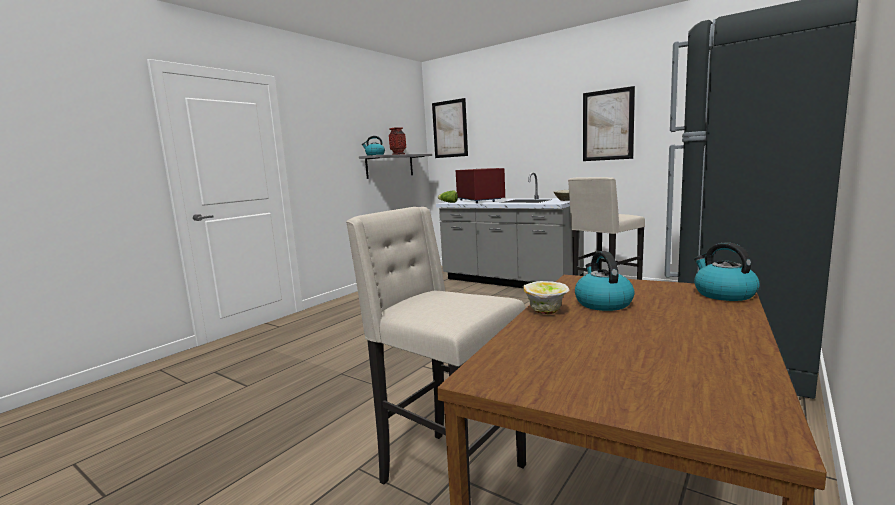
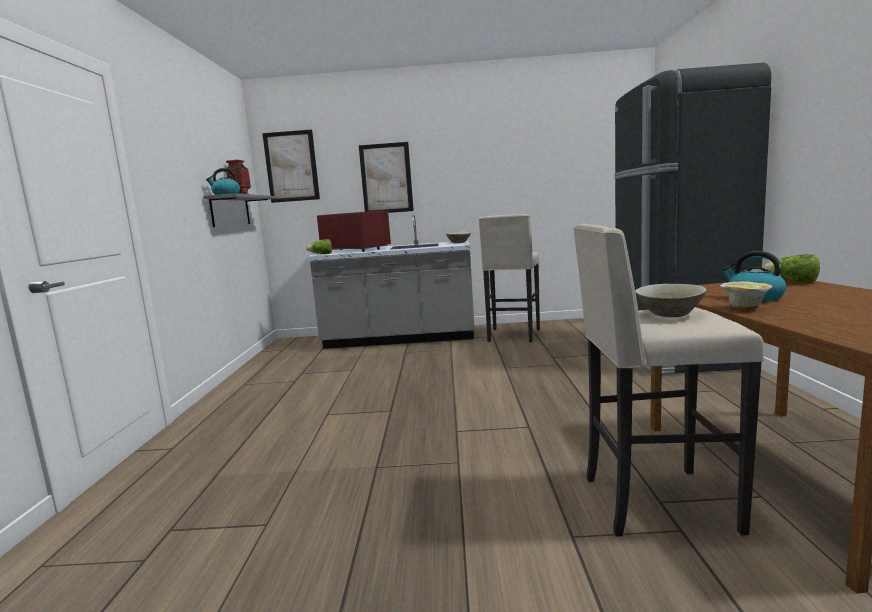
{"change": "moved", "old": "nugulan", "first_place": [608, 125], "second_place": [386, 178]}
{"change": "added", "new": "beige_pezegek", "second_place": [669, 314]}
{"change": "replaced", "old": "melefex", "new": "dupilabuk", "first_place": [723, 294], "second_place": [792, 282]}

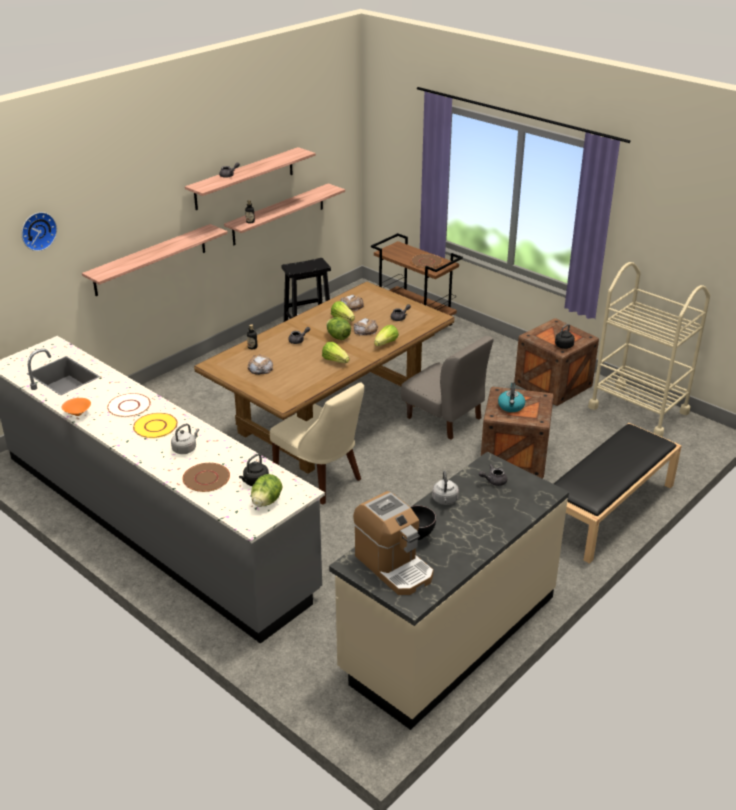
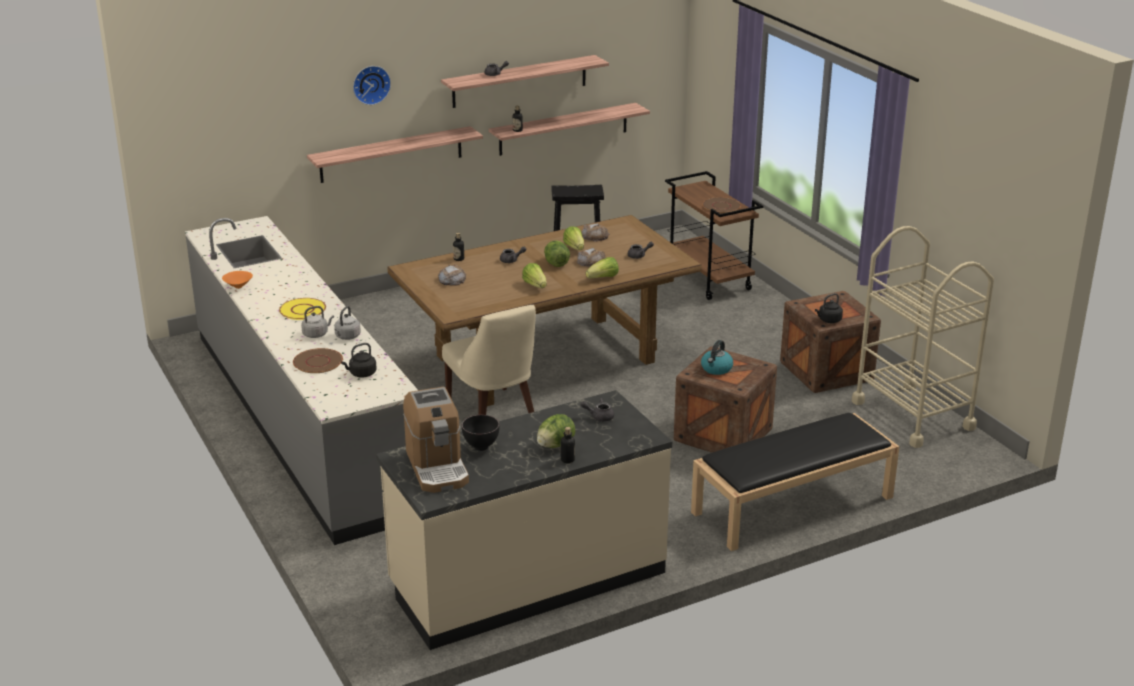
{"change": "moved", "old": "grey_melefex", "first_place": [445, 500], "second_place": [347, 337]}
{"change": "moved", "old": "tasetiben", "first_place": [37, 230], "second_place": [370, 84]}
{"change": "moved", "old": "dupilabuk", "first_place": [266, 501], "second_place": [555, 445]}
{"change": "added", "new": "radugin", "second_place": [567, 460]}
{"change": "removed", "old": "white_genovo", "first_place": [128, 406]}
{"change": "removed", "old": "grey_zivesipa", "first_place": [444, 418]}

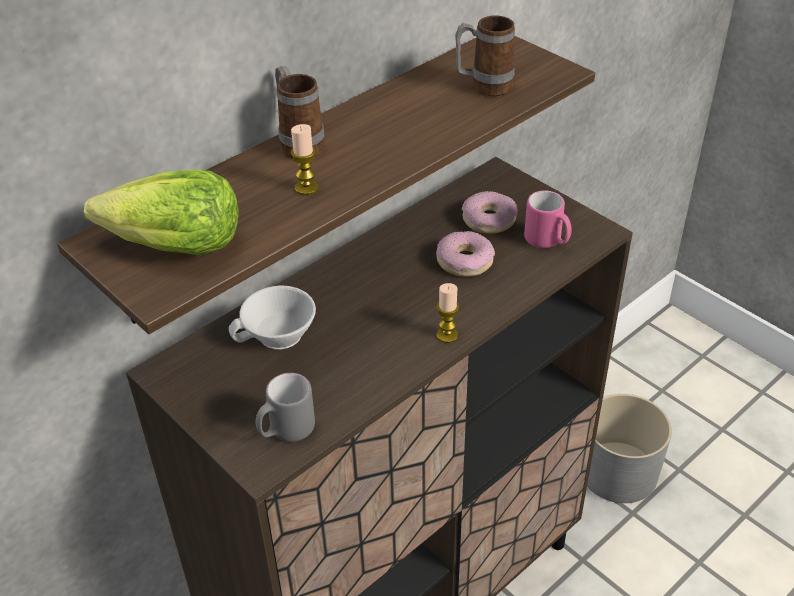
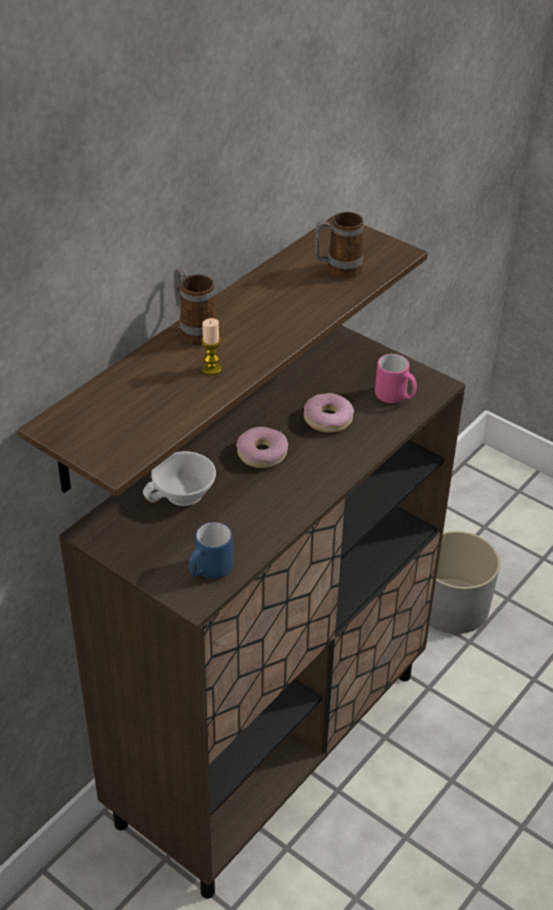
{"change": "recoloured", "old": "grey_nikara", "new": "blue_nikara", "first_place": [286, 431], "second_place": [209, 571]}
{"change": "moved", "old": "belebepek", "first_place": [489, 219], "second_place": [262, 453]}
{"change": "removed", "old": "dupilabuk", "first_place": [175, 247]}
{"change": "removed", "old": "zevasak", "first_place": [447, 335]}

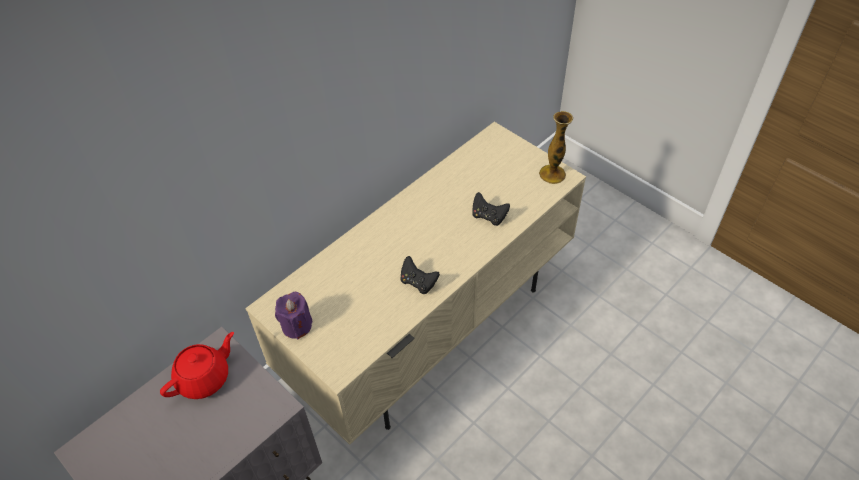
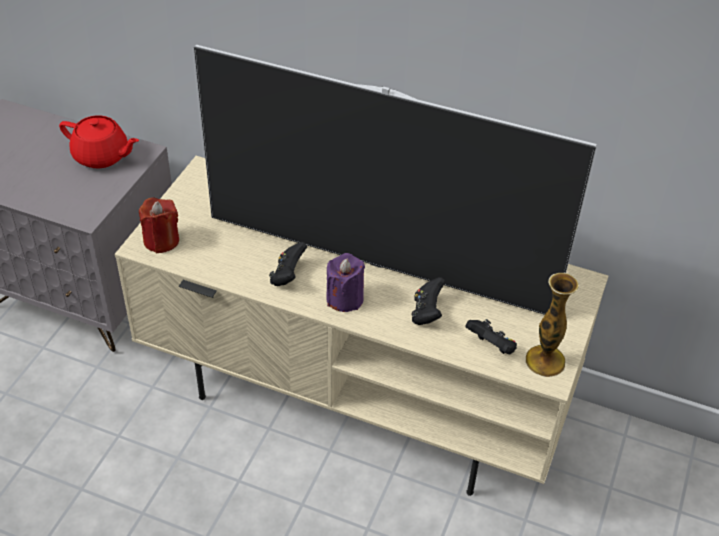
{"change": "added", "new": "red_zevasak", "second_place": [161, 241]}
{"change": "added", "new": "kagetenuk", "second_place": [377, 264]}
{"change": "moved", "old": "purple_zevasak", "first_place": [296, 326], "second_place": [345, 298]}
{"change": "added", "new": "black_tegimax", "second_place": [491, 347]}

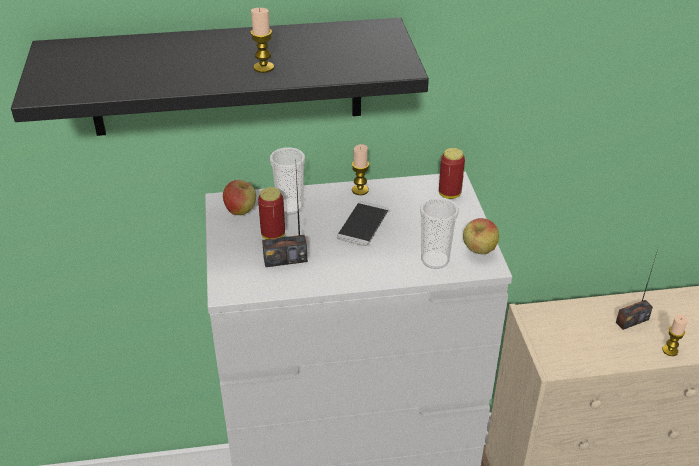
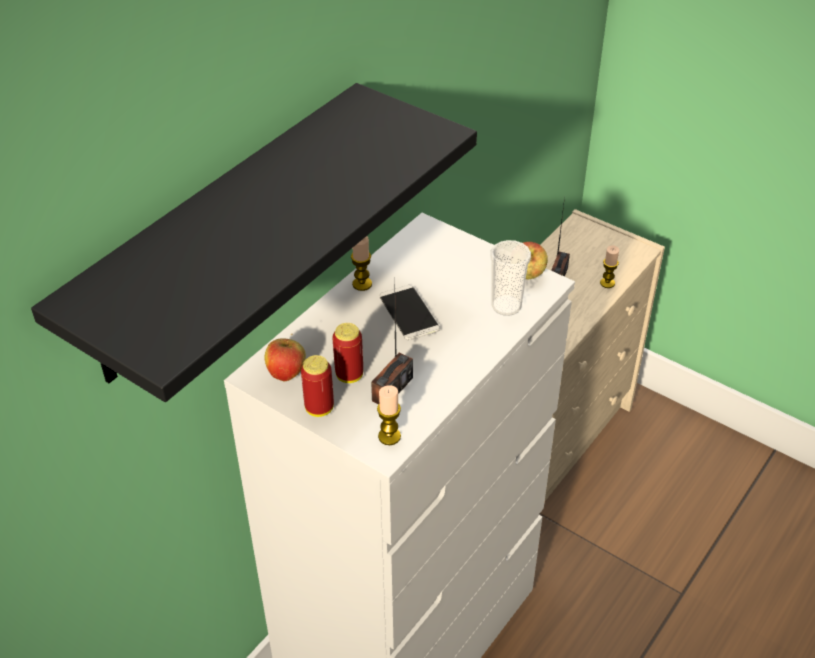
{"change": "moved", "old": "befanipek", "first_place": [449, 194], "second_place": [319, 408]}
{"change": "moved", "old": "zevasak", "first_place": [263, 68], "second_place": [389, 436]}
{"change": "removed", "old": "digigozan", "first_place": [290, 206]}

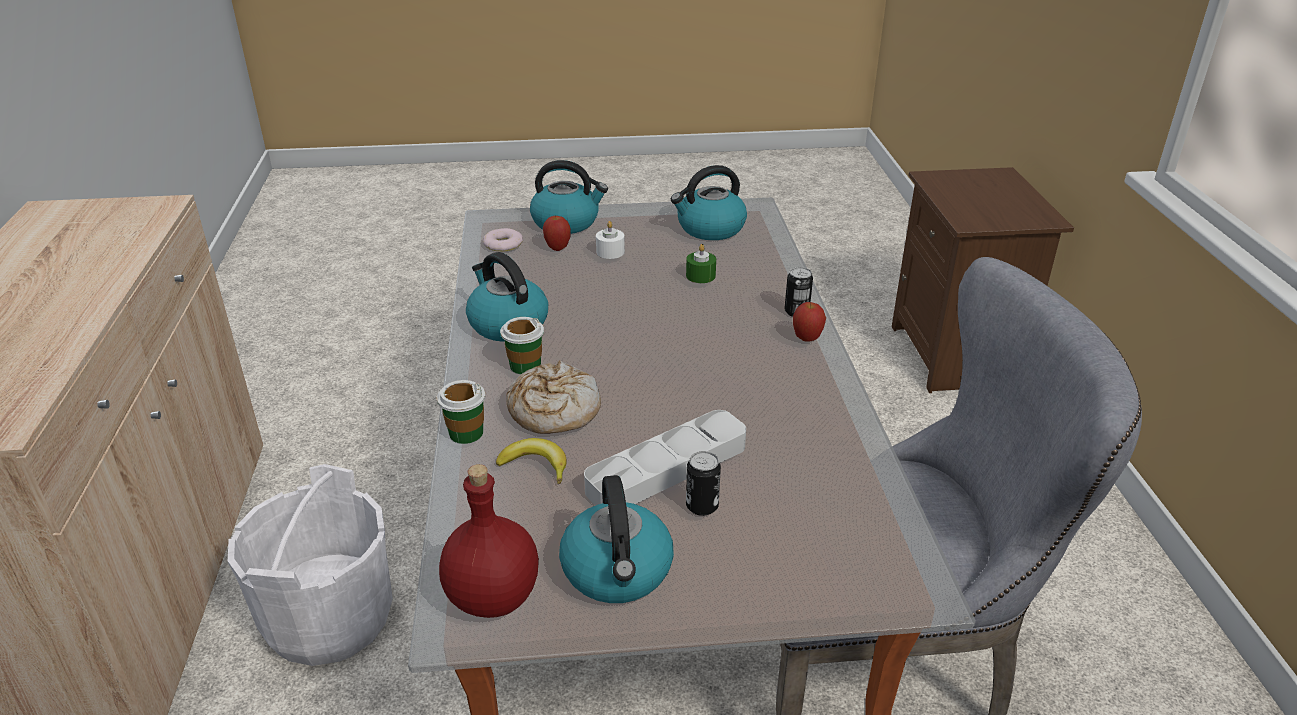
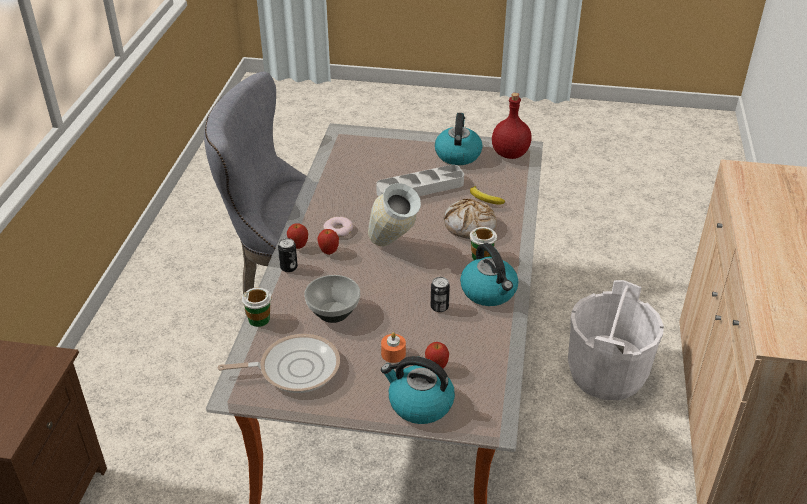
{"change": "replaced", "old": "melefex", "new": "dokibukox", "first_place": [710, 228], "second_place": [295, 368]}
{"change": "moved", "old": "digigozan", "first_place": [466, 433], "second_place": [259, 319]}
{"change": "replaced", "old": "green_zevasak", "new": "pezegek", "first_place": [700, 276], "second_place": [334, 313]}
{"change": "added", "new": "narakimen", "second_place": [329, 252]}
{"change": "moved", "old": "belebepek", "first_place": [503, 244], "second_place": [338, 230]}
{"change": "added", "new": "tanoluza", "second_place": [393, 250]}
{"change": "recoloured", "old": "white_zevasak", "new": "orange_zevasak", "first_place": [610, 252], "second_place": [393, 354]}
{"change": "moved", "old": "befanipek", "first_place": [702, 506], "second_place": [439, 307]}

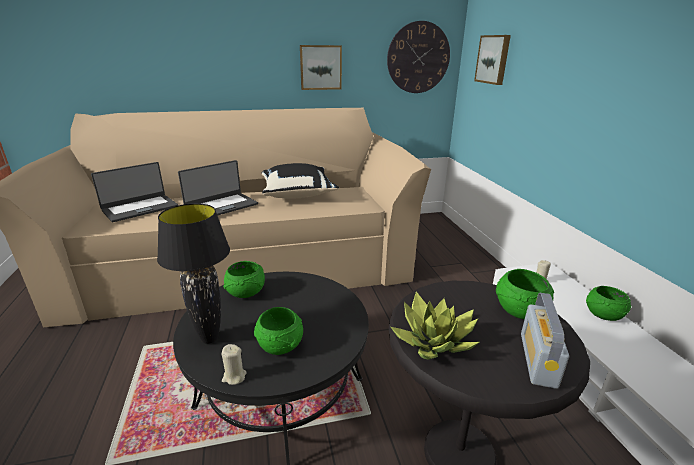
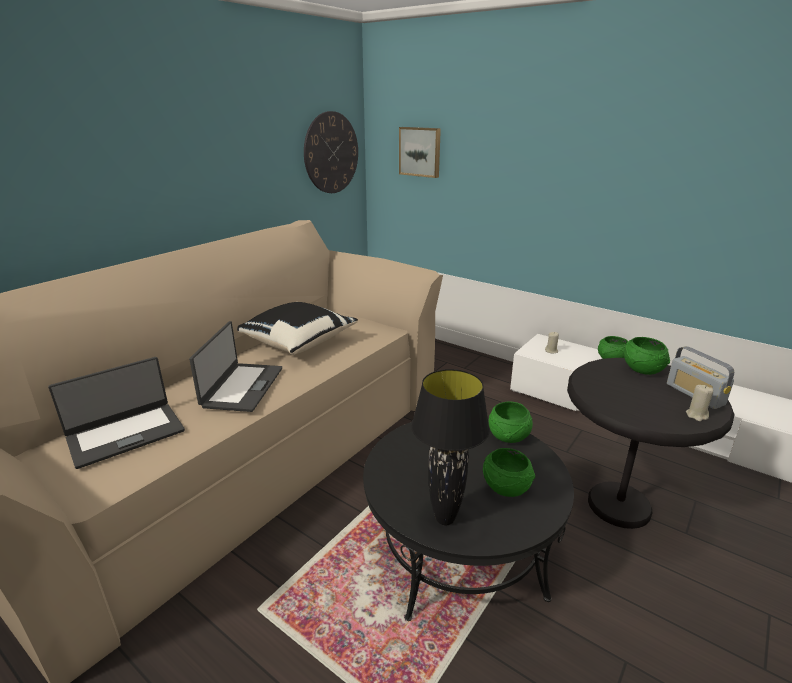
{"change": "turned", "old": "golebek", "first_place": [140, 208], "second_place": [125, 434], "degrees": 45}
{"change": "moved", "old": "green_pezegek", "first_place": [246, 292], "second_place": [509, 436]}
{"change": "moved", "old": "beige_zevasak", "first_place": [234, 377], "second_place": [697, 415]}
{"change": "removed", "old": "nugulan", "first_place": [320, 67]}
{"change": "removed", "old": "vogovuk", "first_place": [434, 340]}

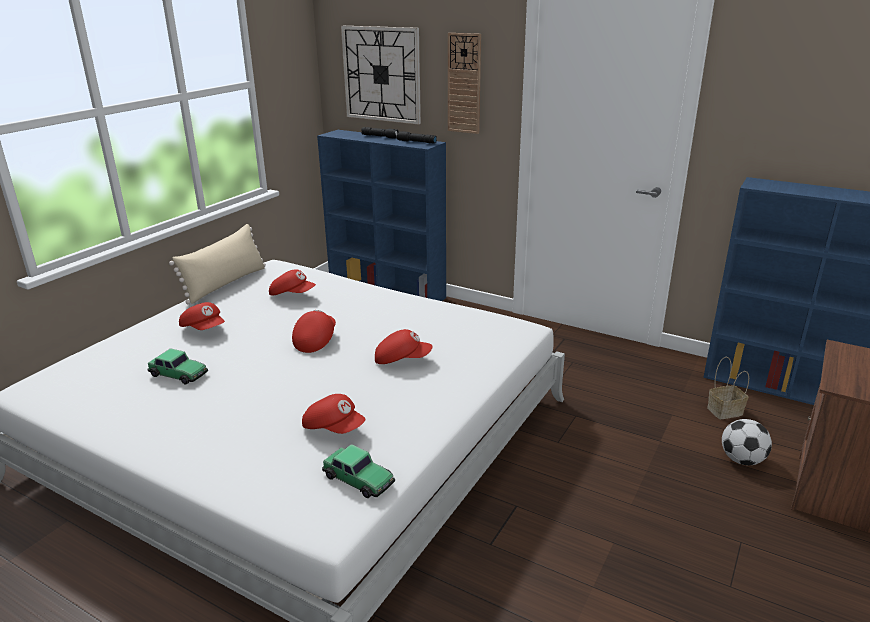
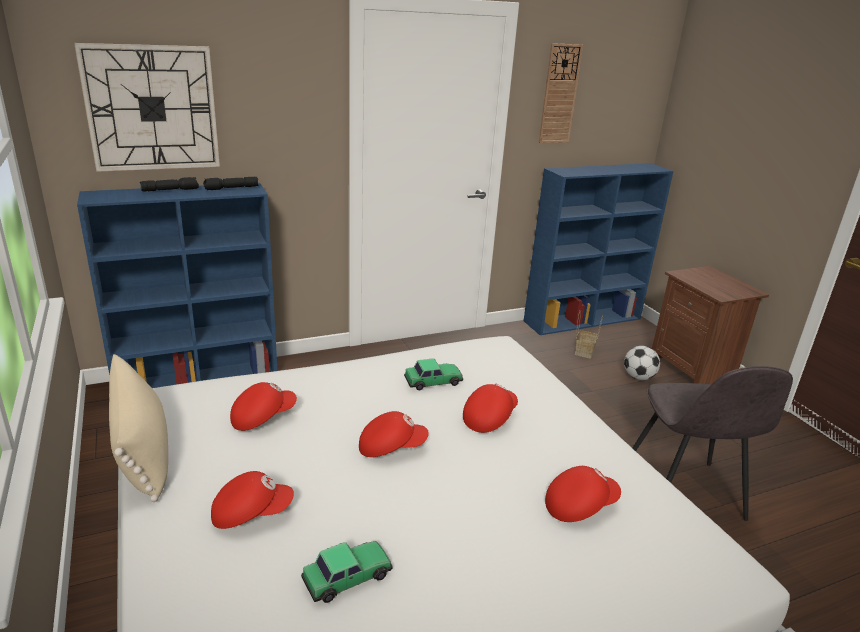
{"change": "turned", "old": "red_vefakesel", "first_place": [315, 340], "second_place": [391, 447], "degrees": 120}
{"change": "moved", "old": "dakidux", "first_place": [358, 479], "second_place": [433, 381]}
{"change": "moved", "old": "tasetiben", "first_place": [464, 84], "second_place": [559, 94]}
{"change": "added", "new": "grey_zivesipa", "second_place": [683, 493]}

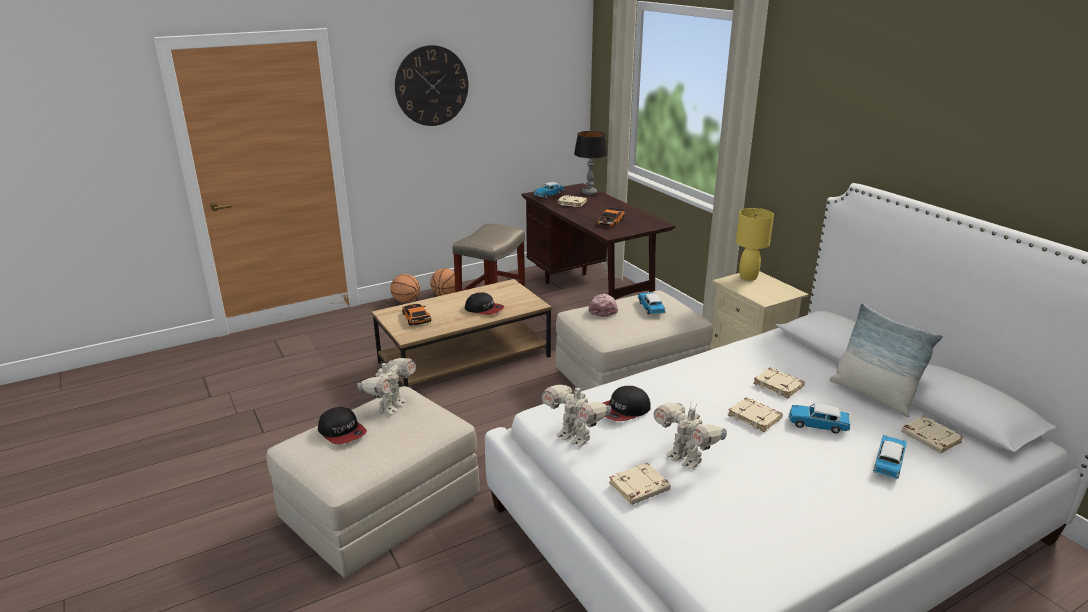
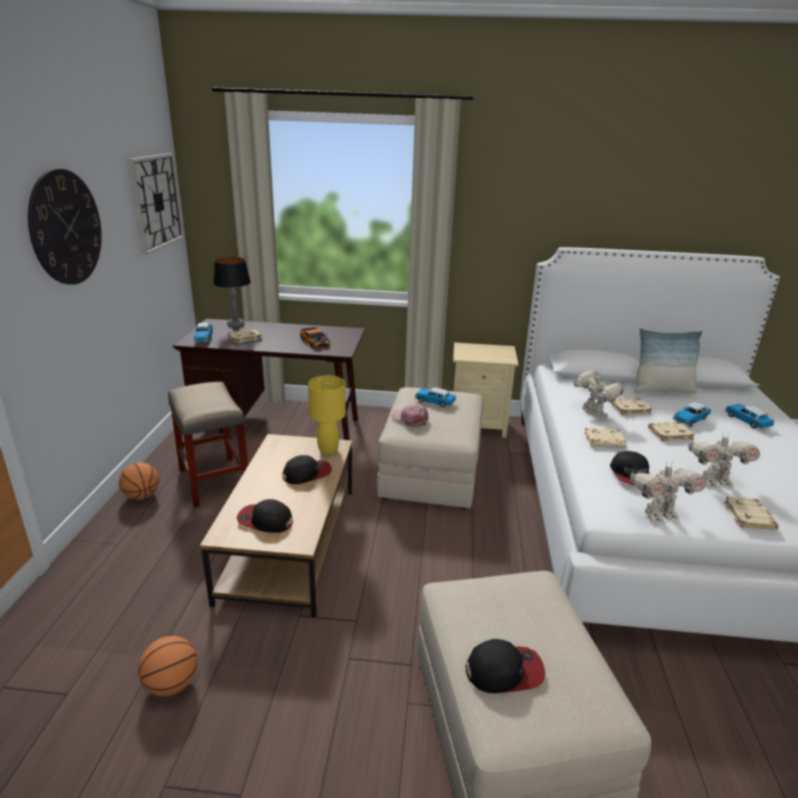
{"change": "added", "new": "tasetiben", "second_place": [156, 202]}
{"change": "moved", "old": "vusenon", "first_place": [406, 301], "second_place": [172, 684]}
{"change": "replaced", "old": "dakidux", "new": "vefakesel", "first_place": [416, 318], "second_place": [265, 520]}
{"change": "moved", "old": "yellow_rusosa", "first_place": [748, 277], "second_place": [328, 449]}
{"change": "moved", "old": "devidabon", "first_place": [391, 407], "second_place": [592, 413]}
{"change": "moved", "old": "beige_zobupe", "first_place": [929, 438], "second_place": [604, 441]}

